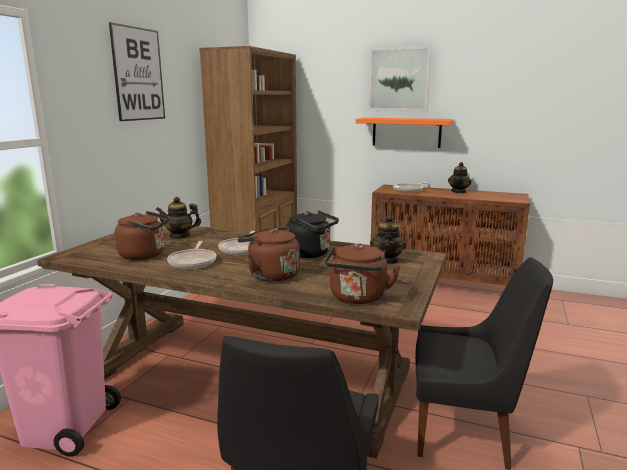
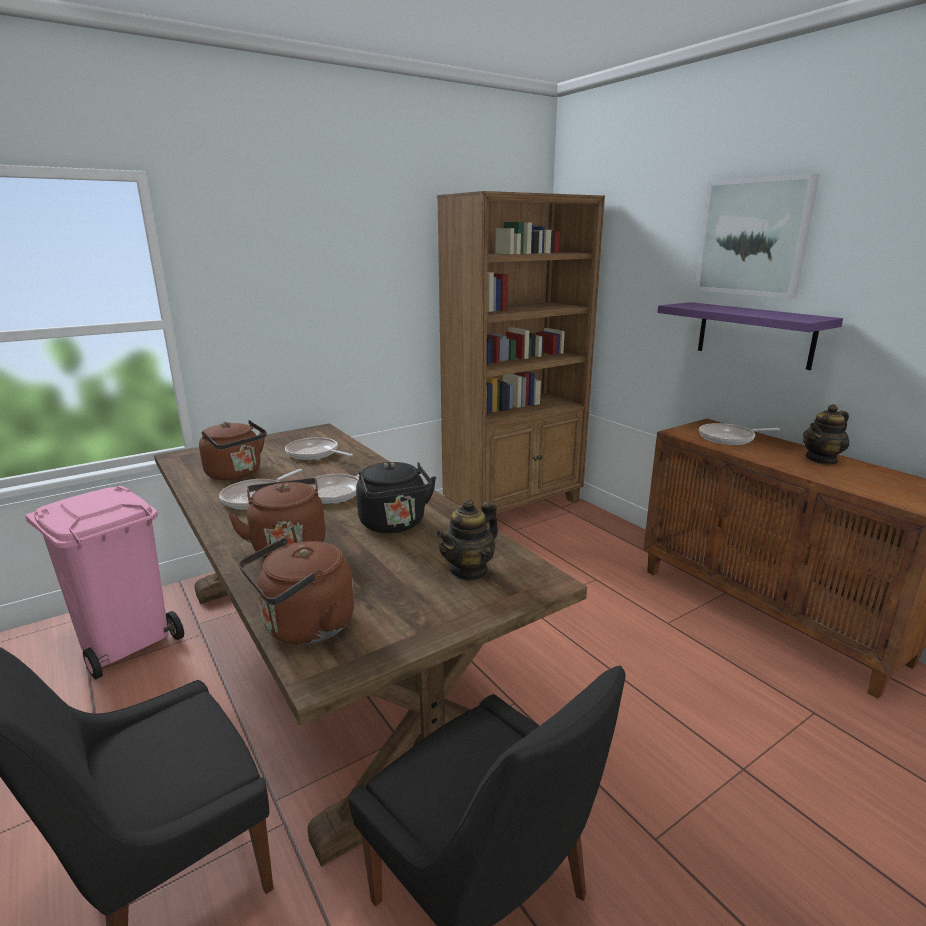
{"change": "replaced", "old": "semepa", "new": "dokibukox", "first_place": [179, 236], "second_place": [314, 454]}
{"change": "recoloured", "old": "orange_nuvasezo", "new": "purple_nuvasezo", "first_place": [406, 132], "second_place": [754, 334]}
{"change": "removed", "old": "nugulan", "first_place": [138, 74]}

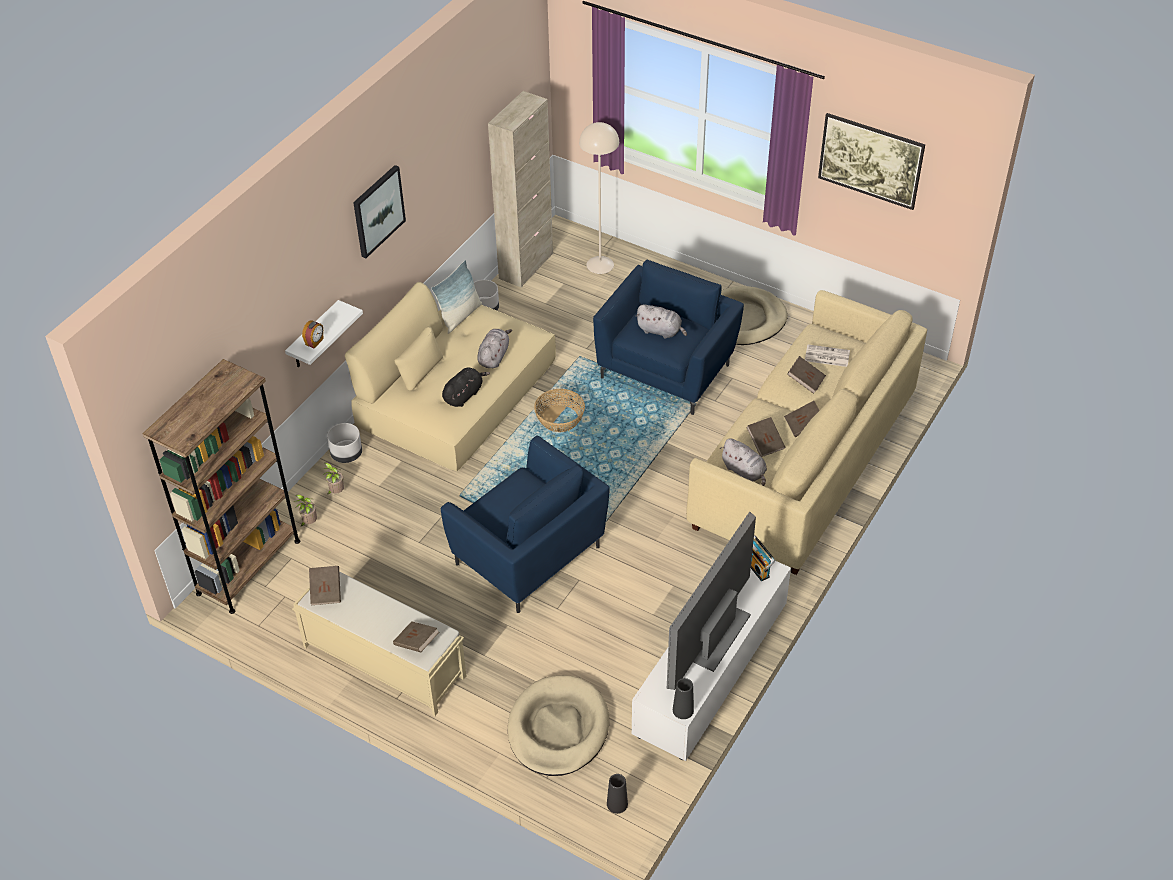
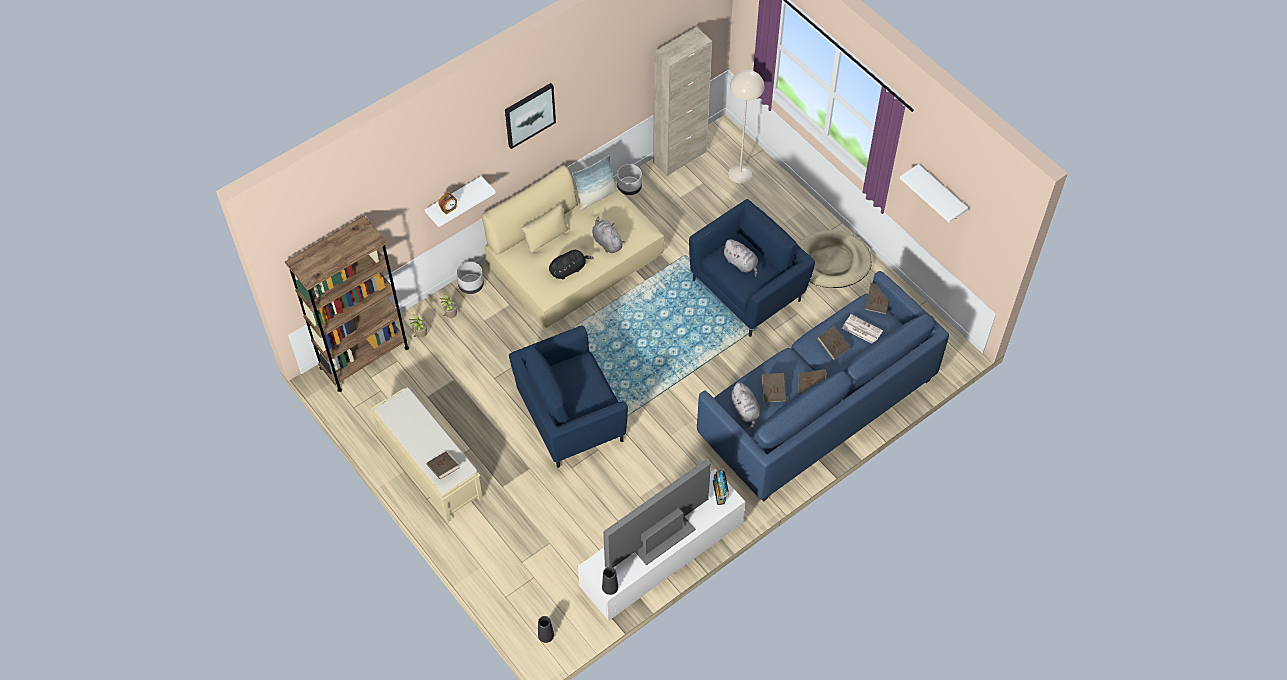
{"change": "turned", "old": "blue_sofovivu", "first_place": [529, 557], "second_place": [569, 418], "degrees": 90}
{"change": "turned", "old": "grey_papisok", "first_place": [494, 356], "second_place": [606, 242], "degrees": -75}
{"change": "recoloured", "old": "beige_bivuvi", "new": "blue_bivuvi", "first_place": [803, 463], "second_place": [817, 408]}
{"change": "moved", "old": "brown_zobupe", "first_place": [326, 591], "second_place": [877, 302]}
{"change": "replaced", "old": "nugulan", "new": "white_nuvasezo", "first_place": [868, 176], "second_place": [940, 194]}
{"change": "removed", "old": "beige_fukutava", "first_place": [558, 728]}
{"change": "removed", "old": "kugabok", "first_place": [560, 418]}

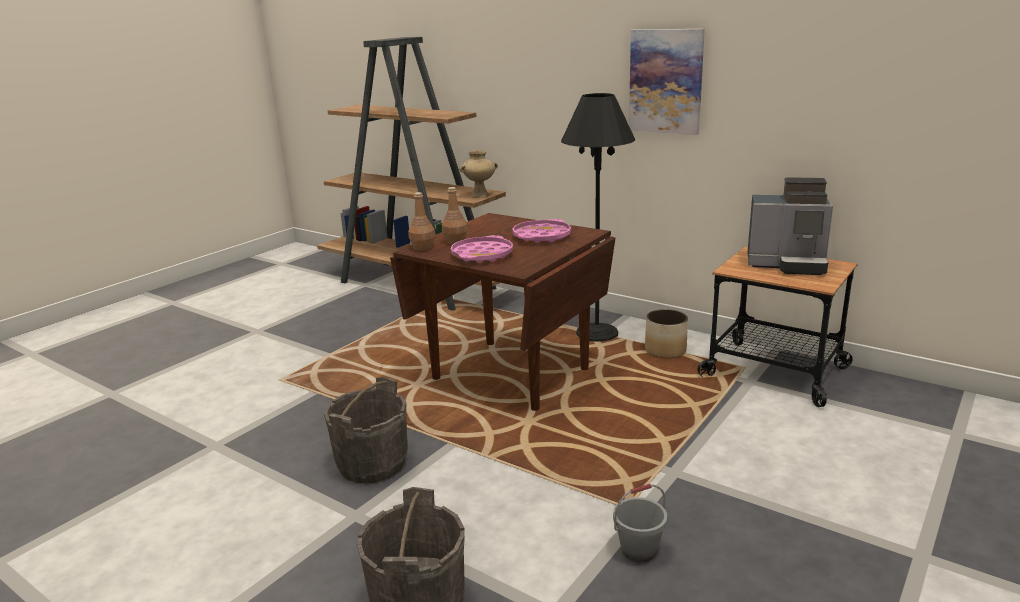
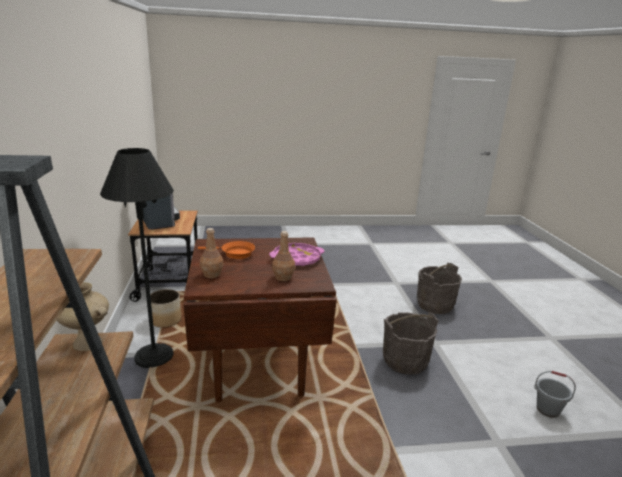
{"change": "replaced", "old": "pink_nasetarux", "new": "orange_dokibukox", "first_place": [541, 236], "second_place": [235, 253]}
{"change": "moved", "old": "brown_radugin", "first_place": [422, 248], "second_place": [212, 274]}
{"change": "moved", "old": "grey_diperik", "first_place": [638, 550], "second_place": [548, 410]}
{"change": "removed", "old": "nugulan", "first_place": [666, 81]}

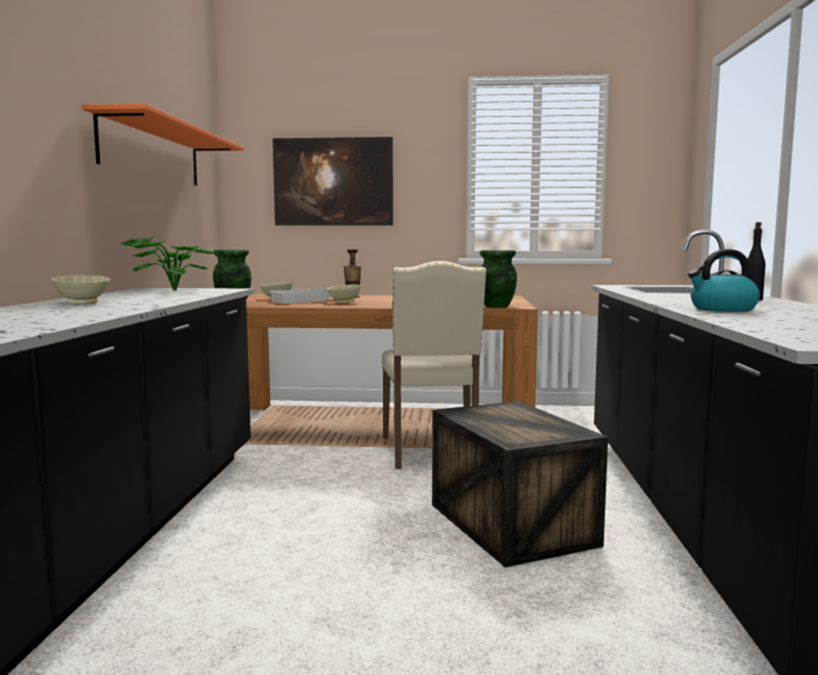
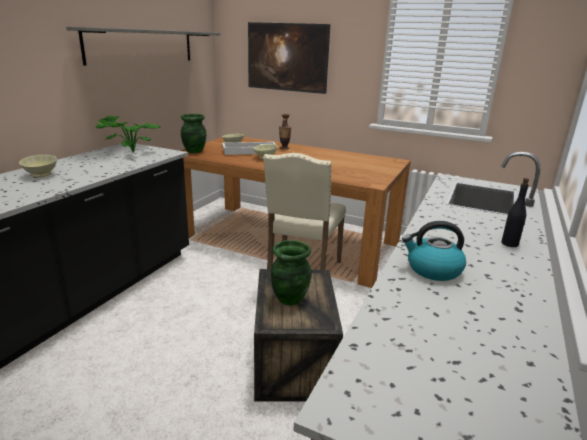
{"change": "recoloured", "old": "orange_nuvasezo", "new": "grey_nuvasezo", "first_place": [152, 153], "second_place": [142, 46]}
{"change": "moved", "old": "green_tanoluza", "first_place": [496, 306], "second_place": [289, 299]}

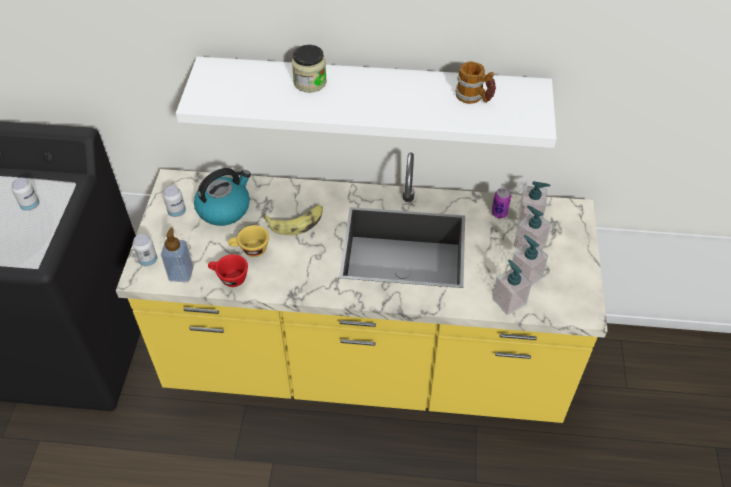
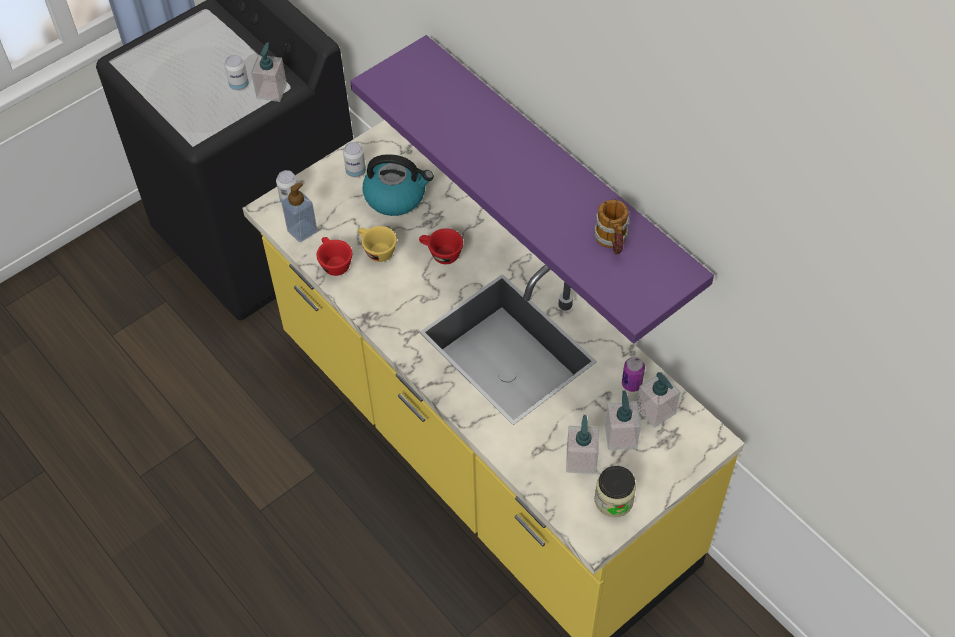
{"change": "moved", "old": "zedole", "first_place": [508, 301], "second_place": [271, 91]}
{"change": "recoloured", "old": "white_nuvasezo", "new": "purple_nuvasezo", "first_place": [371, 94], "second_place": [558, 173]}
{"change": "replaced", "old": "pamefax", "new": "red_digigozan", "first_place": [296, 222], "second_place": [441, 254]}
{"change": "moved", "old": "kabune", "first_place": [310, 82], "second_place": [613, 500]}

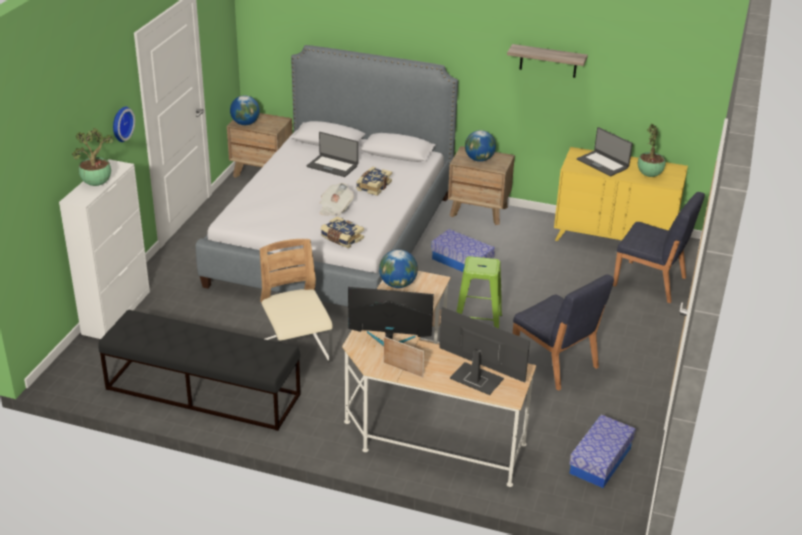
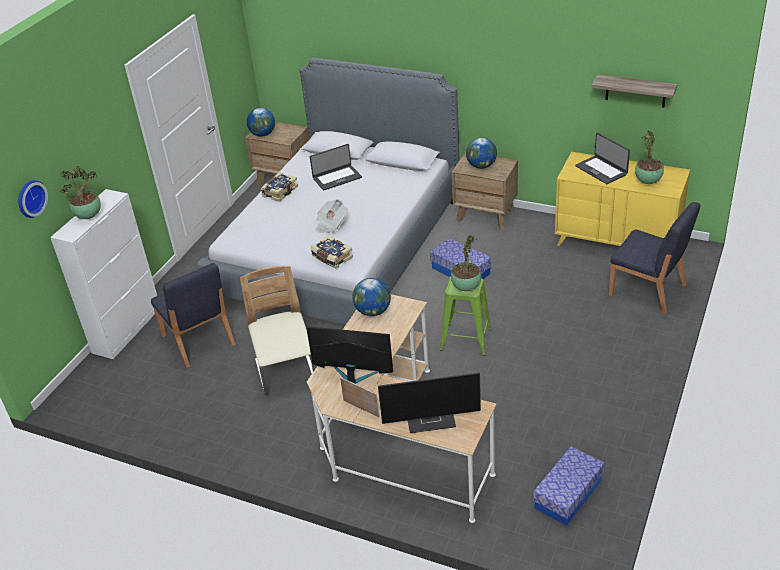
{"change": "moved", "old": "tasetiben", "first_place": [120, 123], "second_place": [30, 198]}
{"change": "moved", "old": "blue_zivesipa", "first_place": [554, 363], "second_place": [198, 341]}
{"change": "moved", "old": "zobupe", "first_place": [373, 186], "second_place": [279, 192]}
{"change": "turned", "old": "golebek", "first_place": [332, 166], "second_place": [337, 178], "degrees": -60}
{"change": "turned", "old": "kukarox", "first_place": [475, 379], "second_place": [431, 420], "degrees": 135}
{"change": "added", "new": "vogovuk", "second_place": [466, 287]}
{"change": "moved", "old": "nuvasezo", "first_place": [548, 61], "second_place": [635, 91]}
{"change": "removed", "old": "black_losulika", "first_place": [202, 392]}

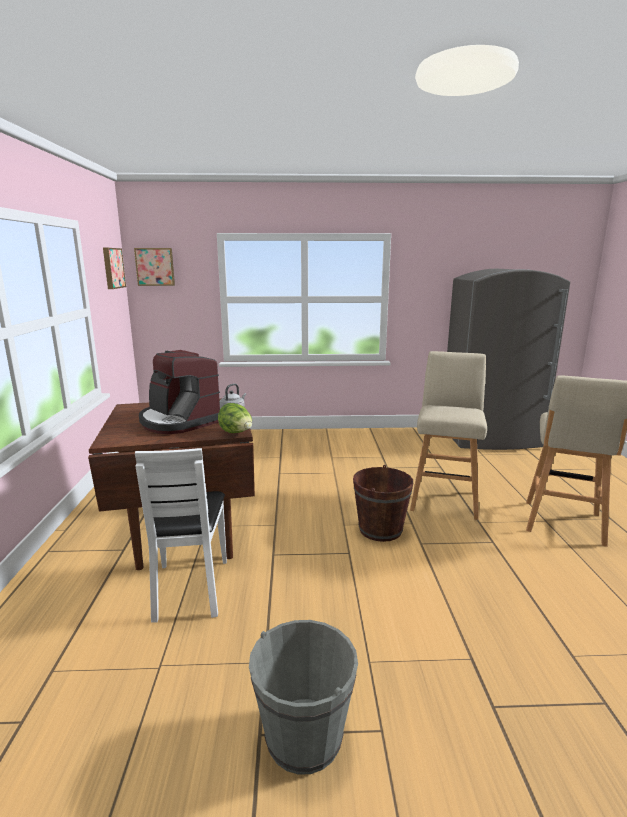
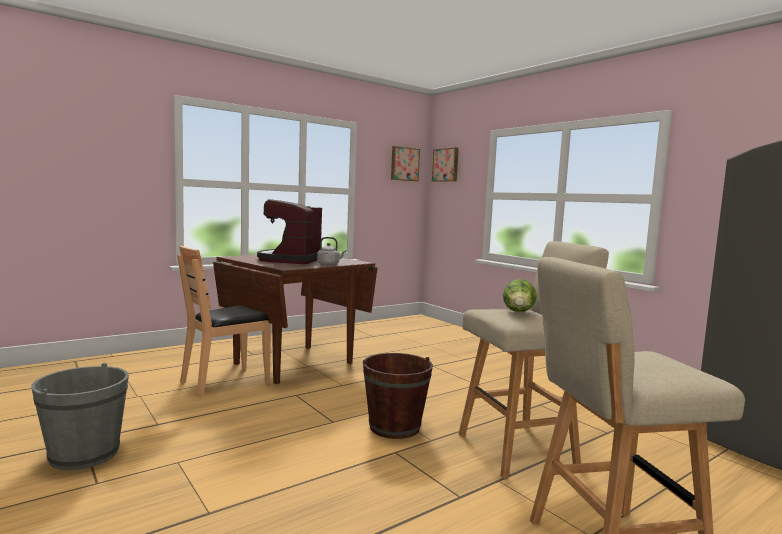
{"change": "recoloured", "old": "white_zivesipa", "new": "brown_zivesipa", "first_place": [190, 588], "second_place": [226, 382]}
{"change": "moved", "old": "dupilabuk", "first_place": [237, 433], "second_place": [518, 312]}

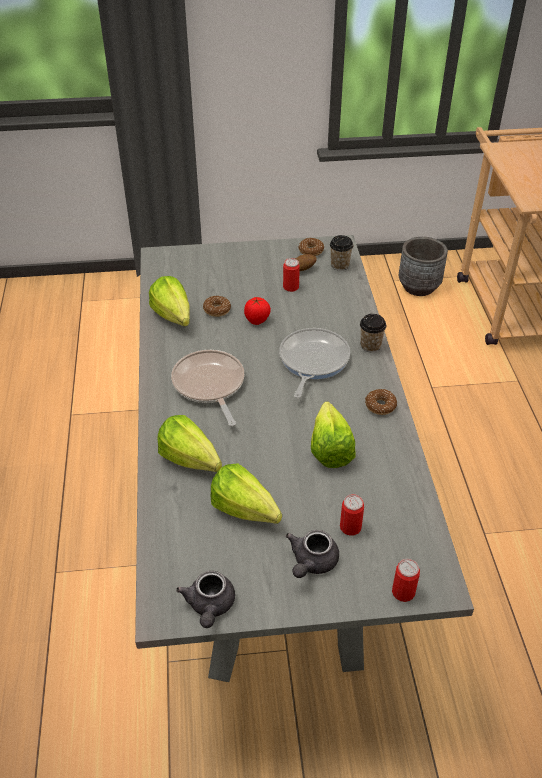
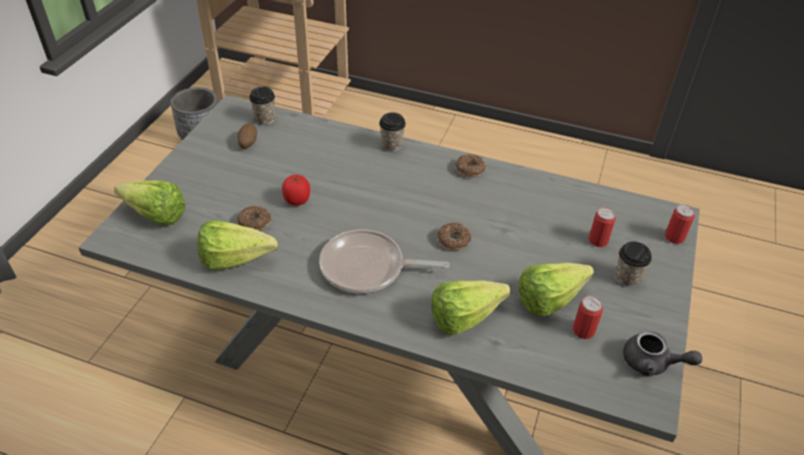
{"change": "moved", "old": "dupilabuk", "first_place": [331, 445], "second_place": [151, 213]}
{"change": "moved", "old": "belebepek", "first_place": [311, 251], "second_place": [453, 240]}
{"change": "moved", "old": "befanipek", "first_place": [291, 287], "second_place": [583, 330]}
{"change": "replaced", "old": "grey_semepa", "new": "digigozan", "first_place": [311, 562], "second_place": [627, 278]}
{"change": "removed", "old": "dokibukox", "first_place": [312, 361]}

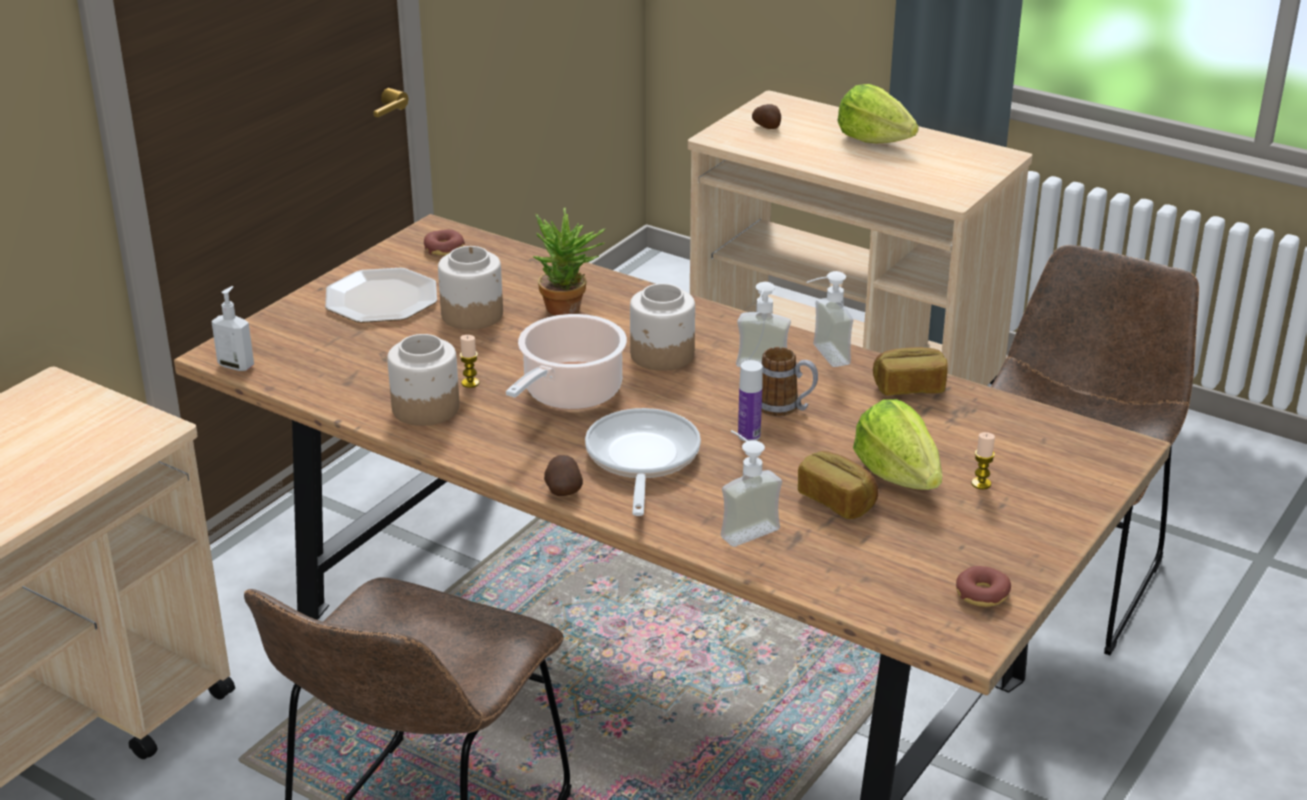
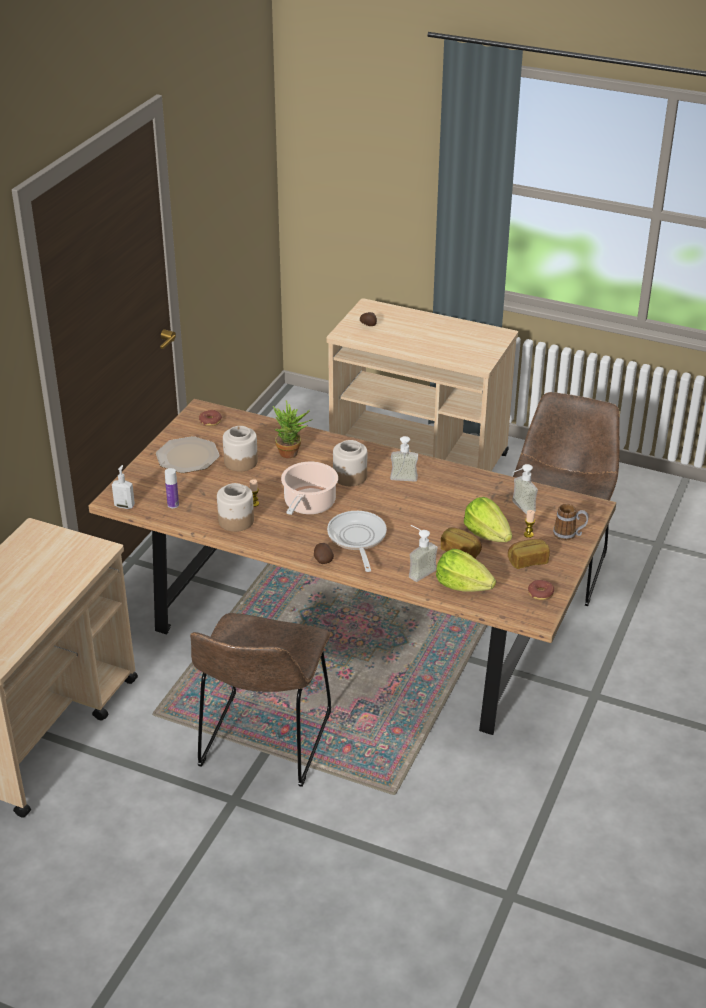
{"change": "moved", "old": "radugin", "first_place": [749, 435], "second_place": [173, 505]}
{"change": "moved", "old": "dupilabuk", "first_place": [874, 140], "second_place": [462, 586]}
{"change": "moved", "old": "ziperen", "first_place": [909, 387], "second_place": [527, 561]}
{"change": "moved", "old": "zedole", "first_place": [821, 356], "second_place": [518, 508]}
{"change": "moved", "old": "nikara", "first_place": [785, 408], "second_place": [569, 535]}

